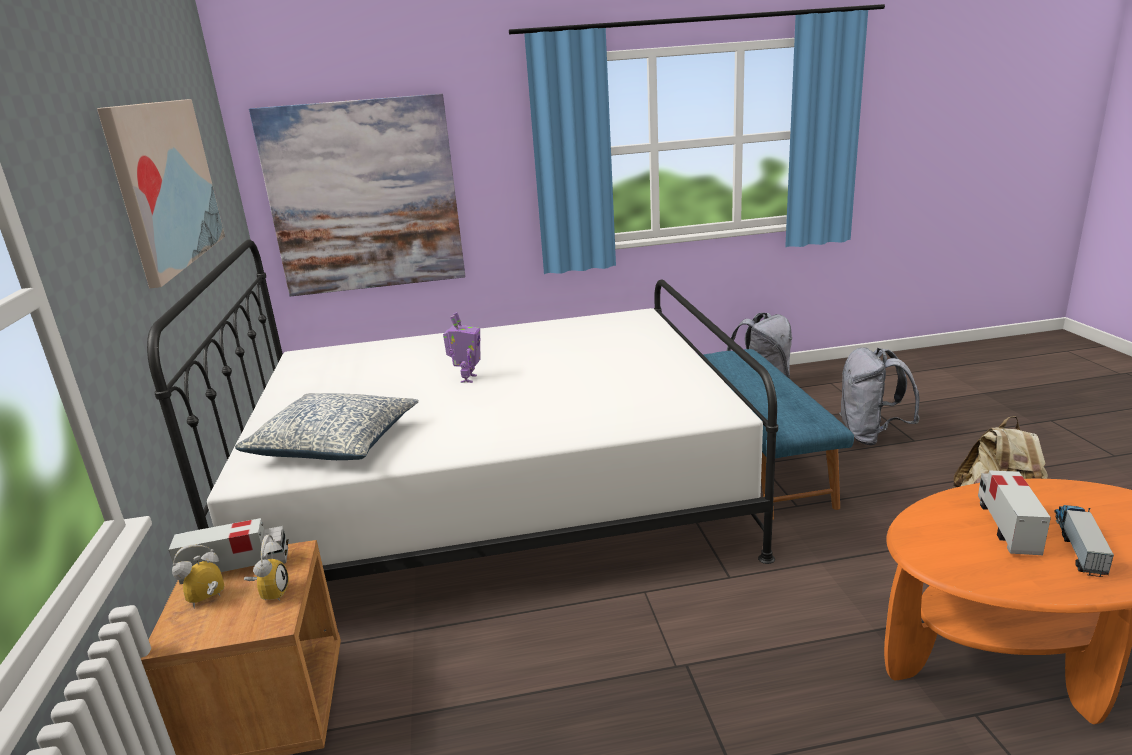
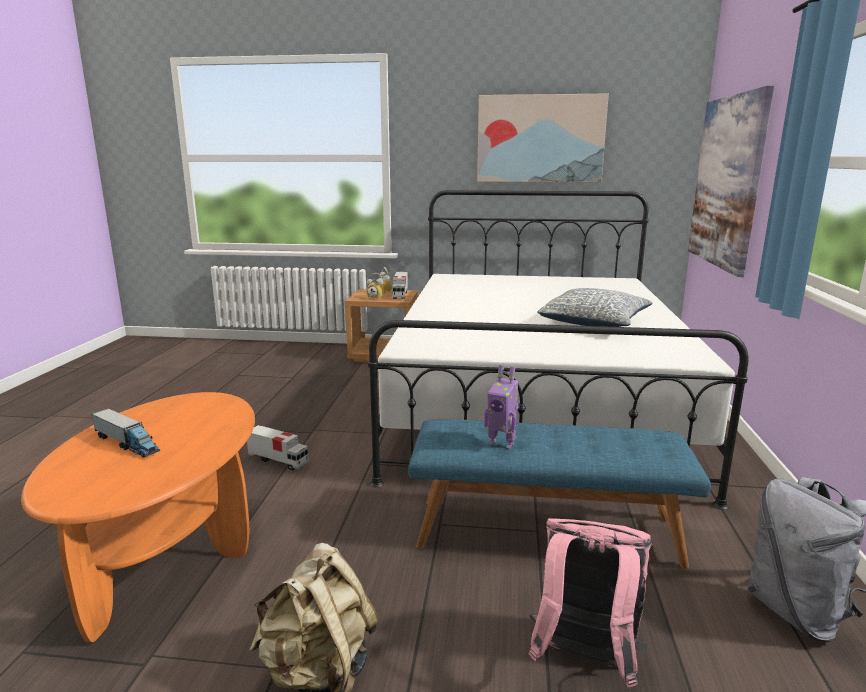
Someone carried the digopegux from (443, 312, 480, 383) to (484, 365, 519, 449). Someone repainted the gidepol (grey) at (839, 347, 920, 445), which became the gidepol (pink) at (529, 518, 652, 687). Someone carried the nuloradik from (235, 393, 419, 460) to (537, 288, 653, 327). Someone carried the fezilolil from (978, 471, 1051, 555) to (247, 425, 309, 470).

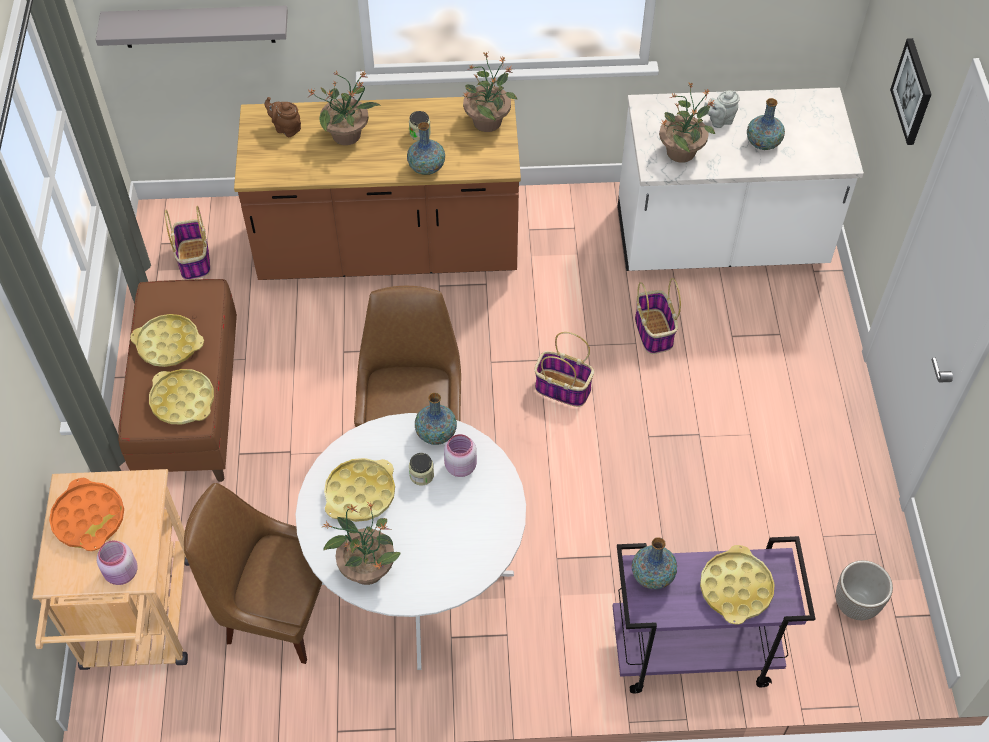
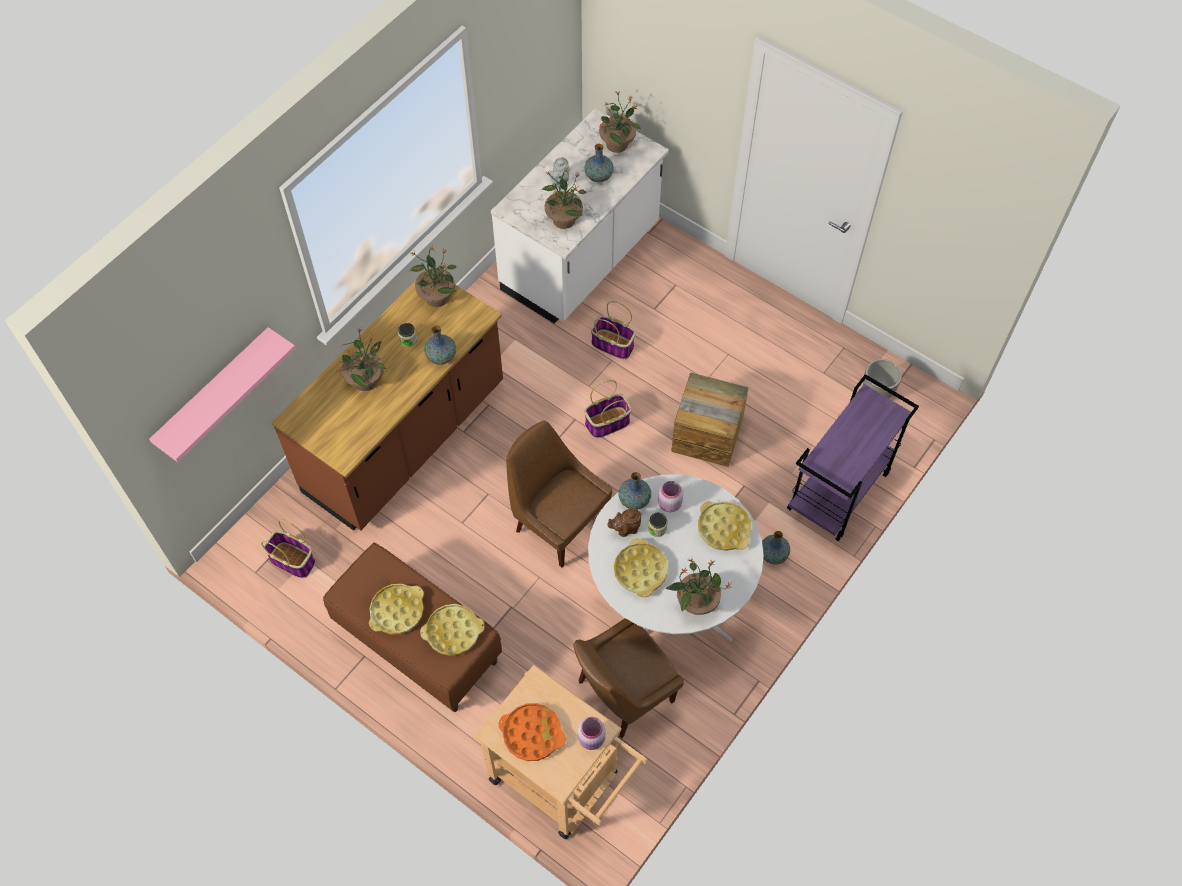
Someone repainted the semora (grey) at (96, 6, 288, 48), which became the semora (pink) at (149, 327, 296, 462). Someone took away the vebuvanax at (890, 38, 932, 145). Someone carried the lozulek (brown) from (264, 97, 301, 137) to (607, 508, 641, 537). Someone carried the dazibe from (632, 537, 677, 589) to (762, 531, 790, 565). Someone carried the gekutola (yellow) from (700, 545, 775, 625) to (698, 501, 751, 551). Someone put down the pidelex at (599, 91, 641, 153). Someone put down the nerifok at (671, 372, 749, 467).

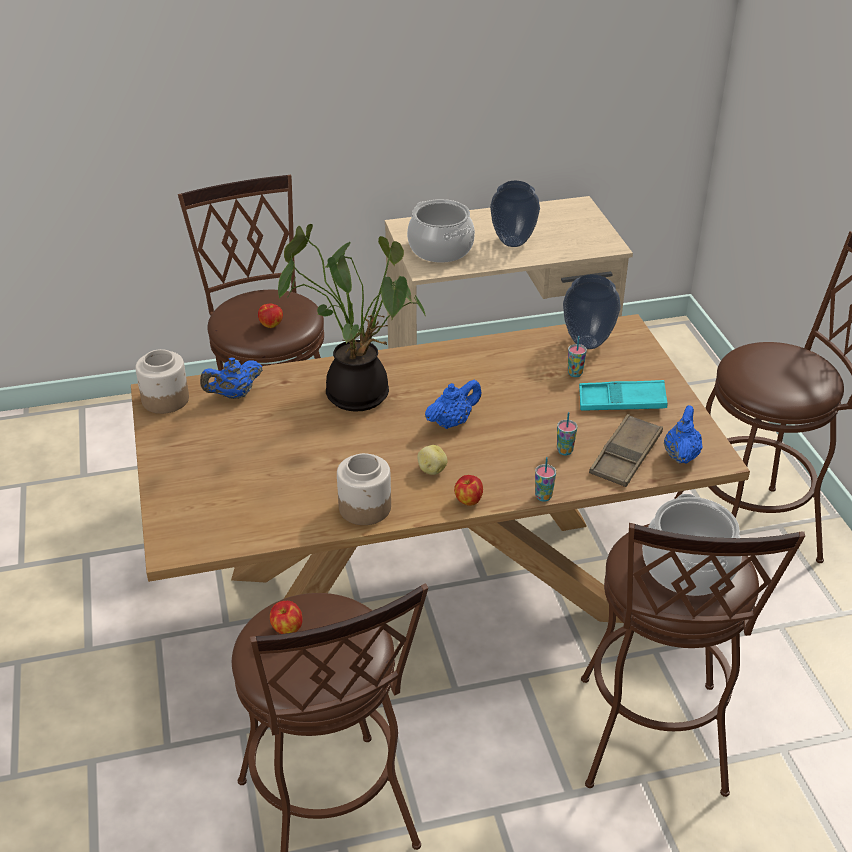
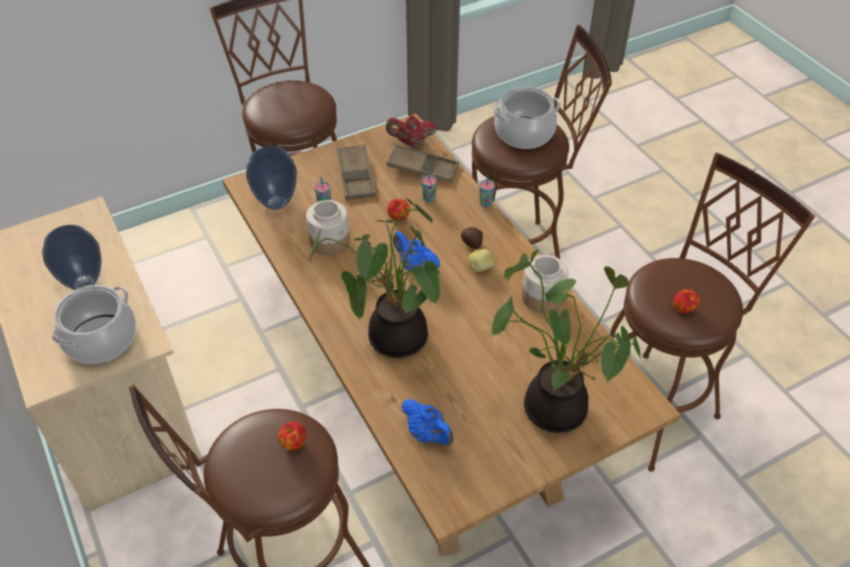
Someone carried the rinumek from (135, 349, 189, 414) to (306, 200, 350, 255). Someone repainted the gekutola (turquoise) at (579, 380, 668, 411), which became the gekutola (brown) at (337, 144, 376, 200). Someone repainted the lozulek (blue) at (664, 405, 702, 464), which became the lozulek (red) at (386, 115, 437, 147). Someone carried the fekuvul from (454, 475, 483, 506) to (387, 199, 410, 220). Someone put down the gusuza at (461, 227, 483, 249). Someone put down the pidelex at (492, 250, 641, 433).

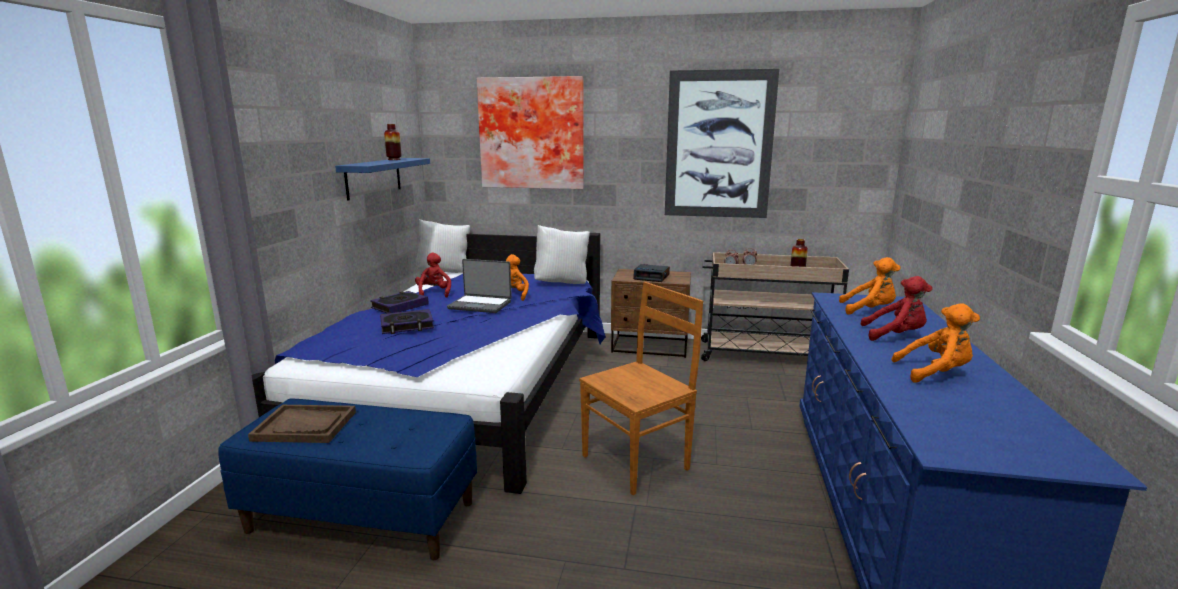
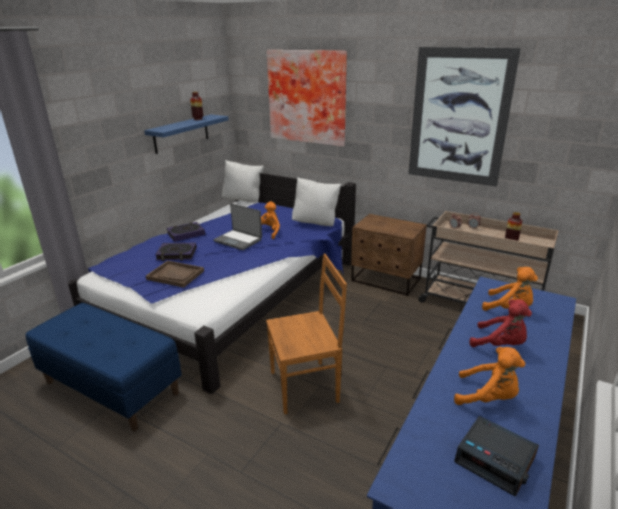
Someone took away the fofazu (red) at (415, 253, 451, 297). Someone carried the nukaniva from (633, 264, 670, 282) to (454, 416, 539, 497). Someone carried the gekutola (brown) from (248, 405, 356, 443) to (146, 261, 204, 288).

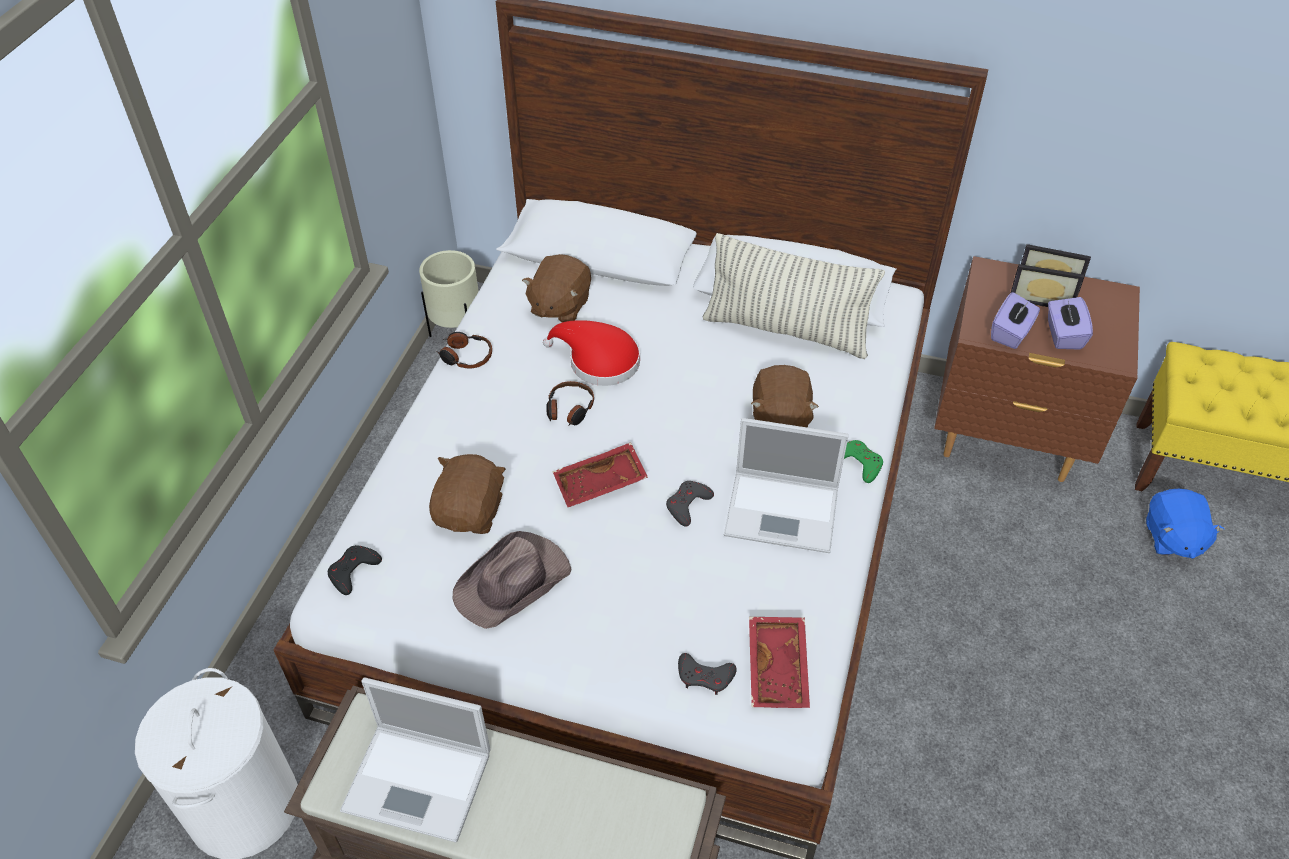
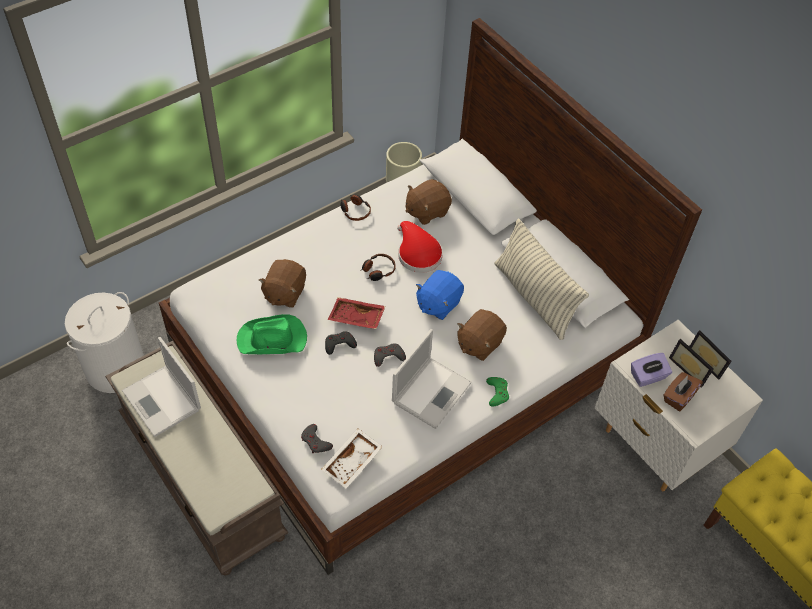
Someone repainted the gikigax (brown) at (934, 256, 1140, 482), which became the gikigax (white) at (595, 320, 763, 491). Someone repainted the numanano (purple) at (1048, 297, 1093, 350), which became the numanano (brown) at (663, 372, 703, 411). Someone rotated the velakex at (724, 418, 849, 553) by 105 degrees counterclockwise. Someone rotated the fofazu (brown) at (429, 454, 506, 534) by 150 degrees clockwise. Someone carried the fofazu (blue) from (1146, 489, 1224, 559) to (416, 270, 464, 320). Someone repainted the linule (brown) at (453, 531, 572, 629), which became the linule (green) at (237, 314, 307, 355). Someone carried the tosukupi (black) from (328, 545, 382, 595) to (325, 331, 357, 355). Someone repainted the gekutola (red) at (749, 617, 810, 708), which became the gekutola (white) at (321, 428, 383, 488).

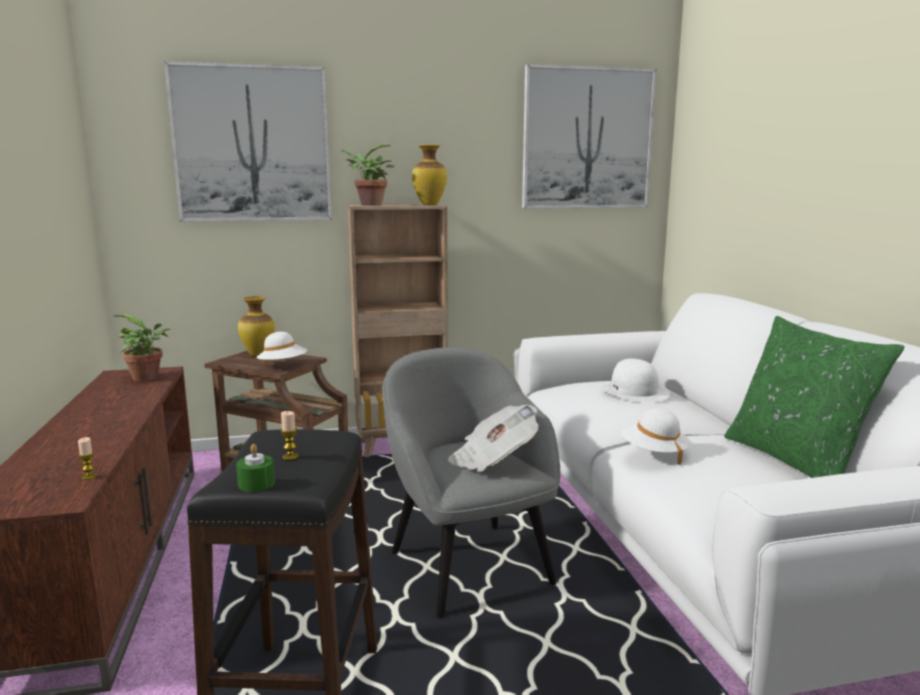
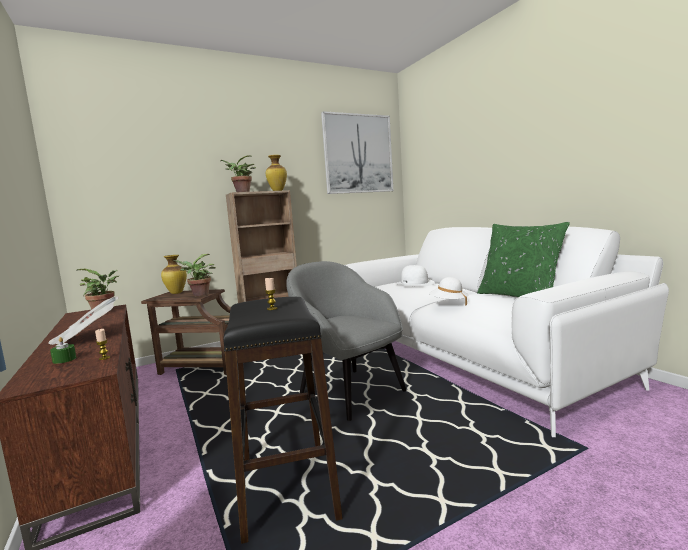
Someone took away the vebuvanax at (164, 61, 332, 222). Someone swapped the linule (white) at (257, 332, 308, 364) for the pidelex at (173, 254, 216, 296). Someone carried the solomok from (448, 405, 539, 472) to (48, 296, 119, 345). Someone carried the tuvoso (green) from (236, 444, 275, 492) to (50, 337, 76, 364).

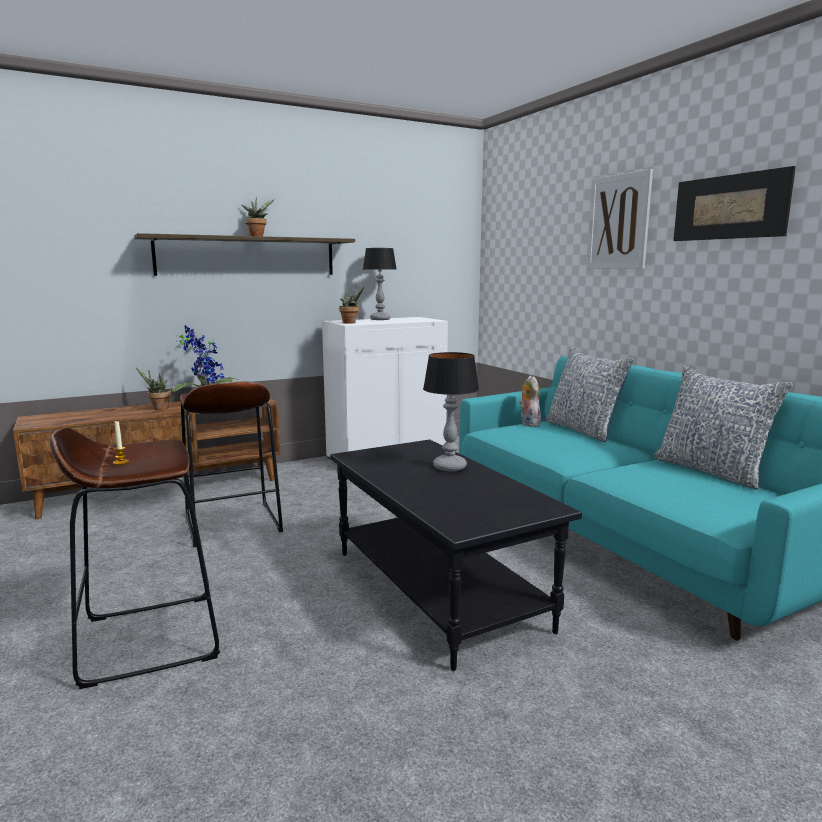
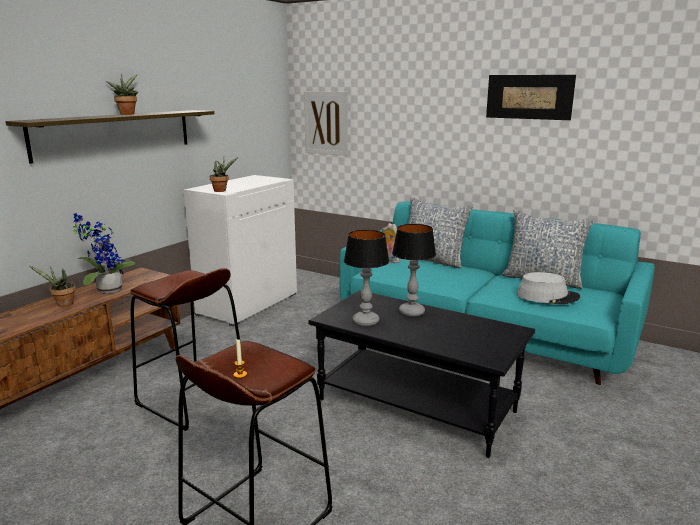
Someone carried the vebuvanax from (586, 169, 653, 269) to (304, 91, 348, 156). Someone carried the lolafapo from (363, 248, 397, 320) to (344, 230, 389, 326). Someone put down the linule (grey) at (517, 272, 580, 304).

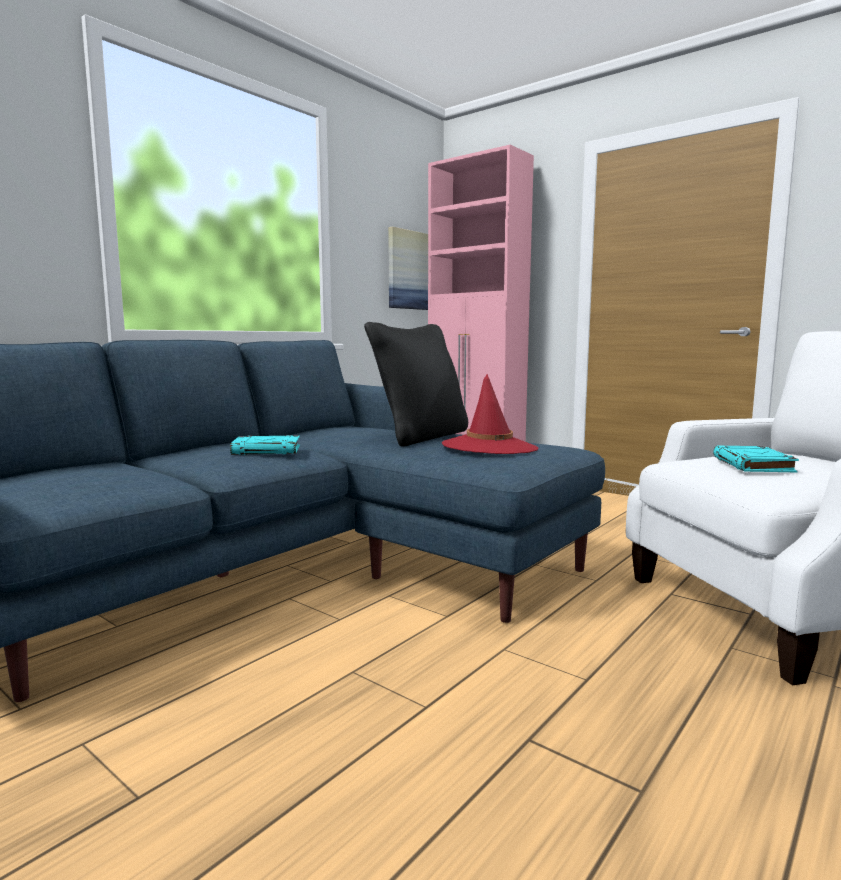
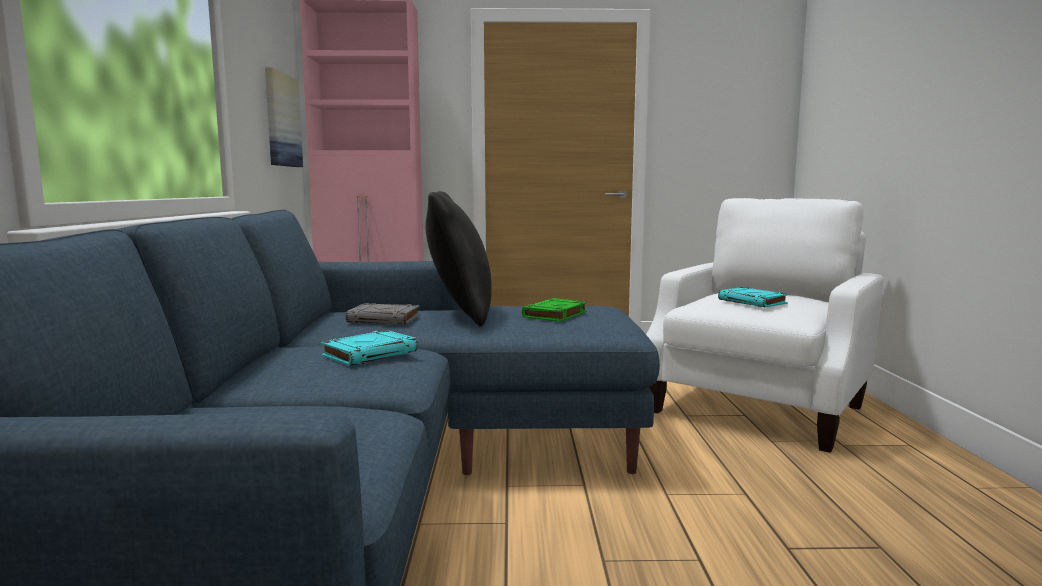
Someone swapped the linule (red) at (442, 374, 538, 454) for the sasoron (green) at (522, 298, 587, 322). Someone put down the sasoron (grey) at (346, 303, 420, 324).

